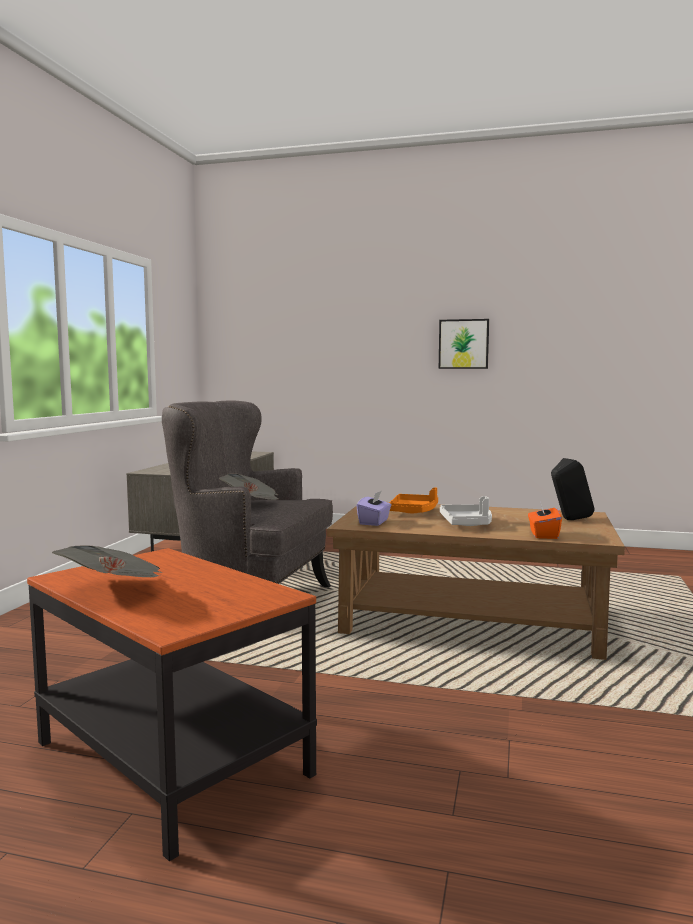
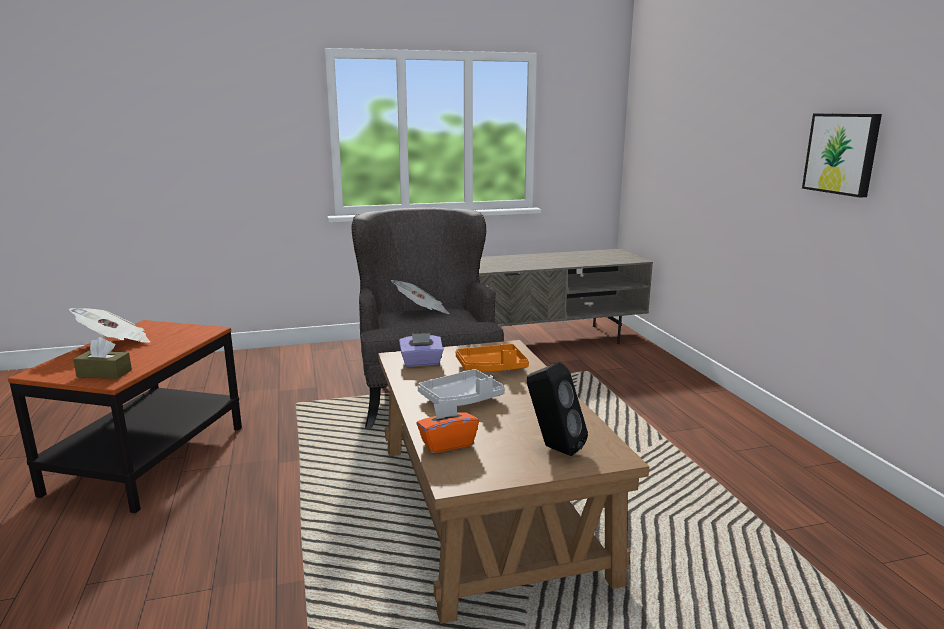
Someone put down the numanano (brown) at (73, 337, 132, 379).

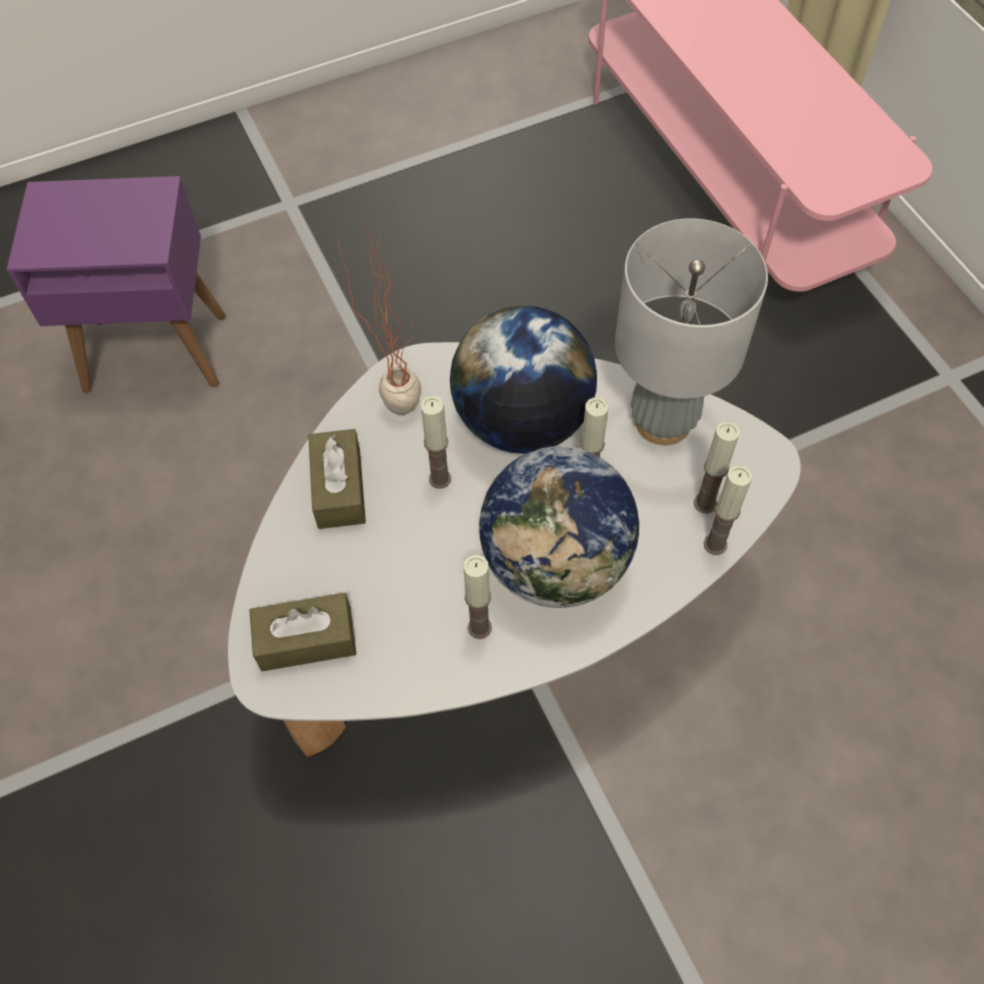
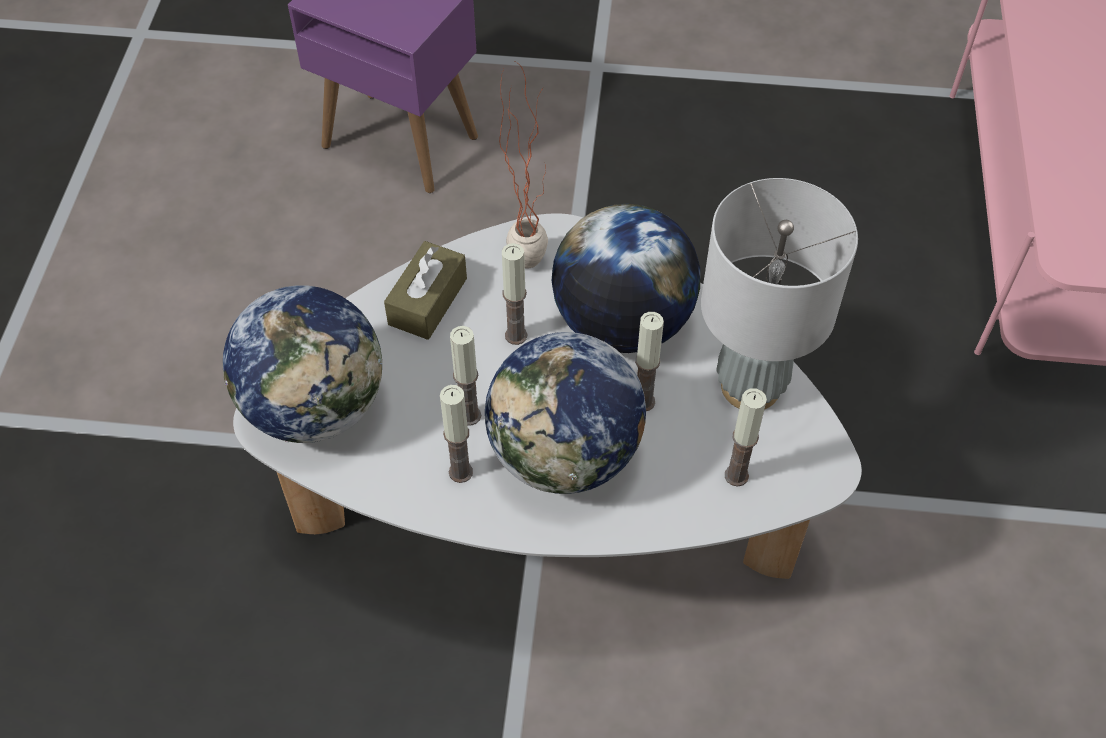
Someone carried the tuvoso from (704, 465, 752, 555) to (450, 326, 481, 426). Someone swapped the numanano (brown) at (249, 593, 356, 671) for the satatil at (223, 285, 382, 443).

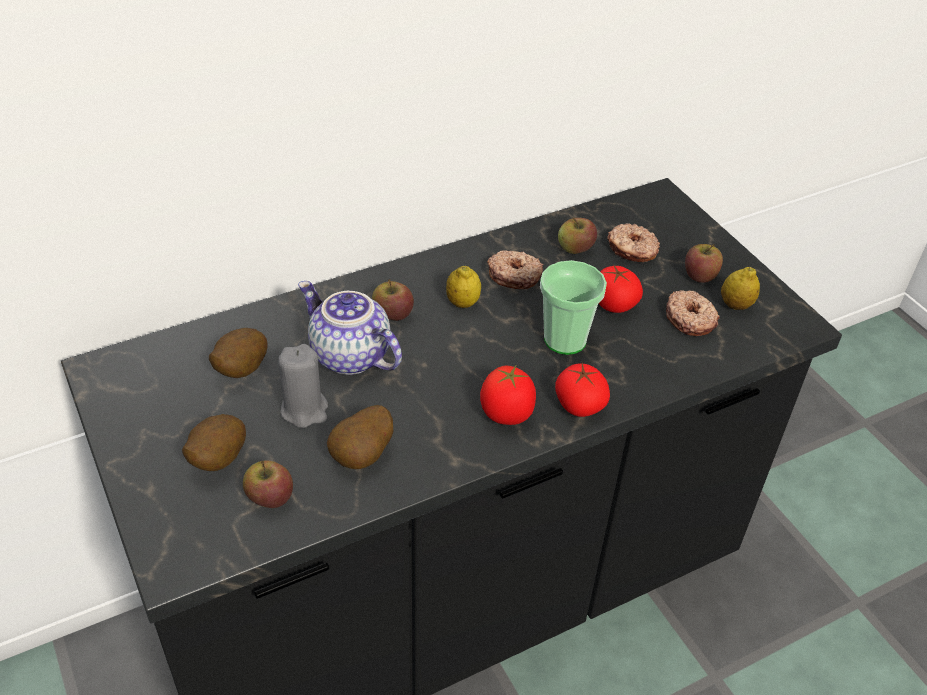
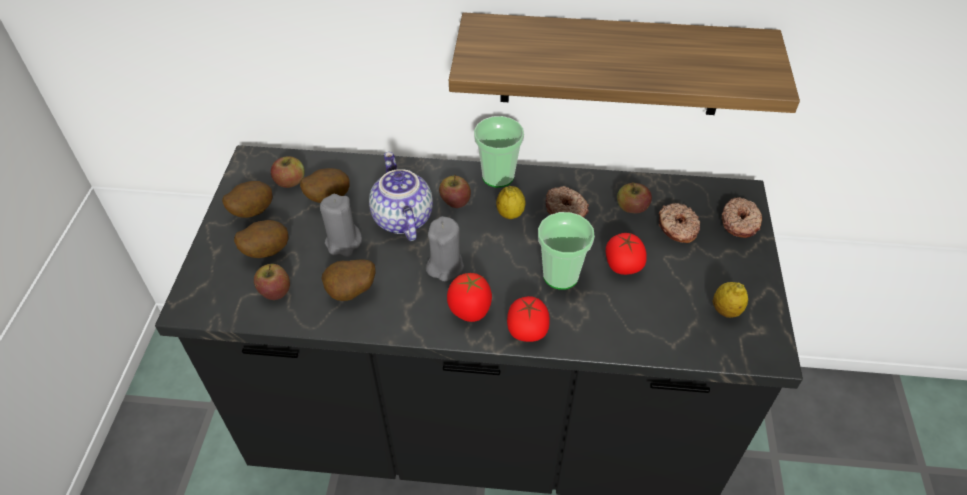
Someone carried the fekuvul from (685, 244, 723, 283) to (271, 156, 305, 188). Someone carried the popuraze from (666, 290, 720, 336) to (722, 197, 762, 238). Someone put up the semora at (449, 13, 800, 115). Someone put down the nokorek at (474, 116, 524, 188). Someone put down the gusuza at (222, 181, 273, 218). Someone put down the tuvoso (grey) at (426, 216, 464, 281).

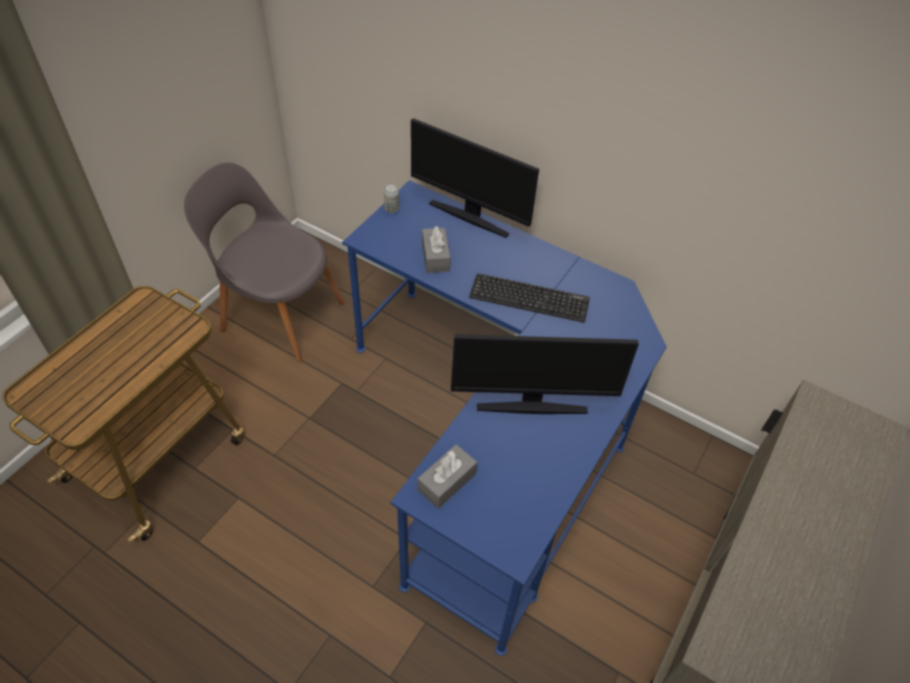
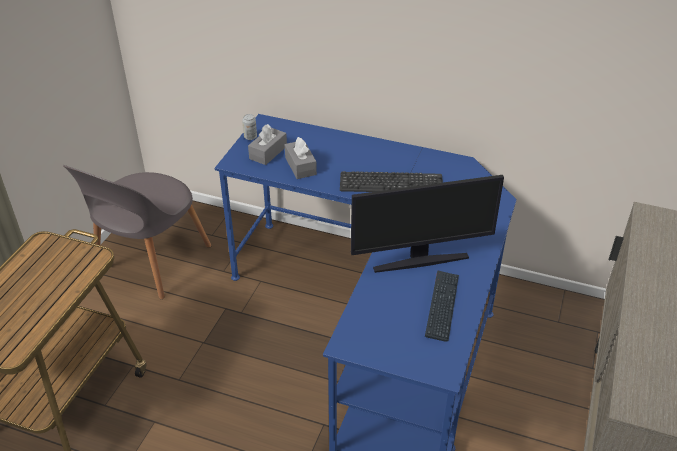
Someone took away the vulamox at (411, 118, 539, 238). Someone rotated the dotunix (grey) at (184, 163, 345, 362) by 75 degrees counterclockwise. Someone carried the numanano (grey) from (418, 444, 477, 509) to (248, 124, 287, 165). Someone put down the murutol at (425, 270, 459, 342).

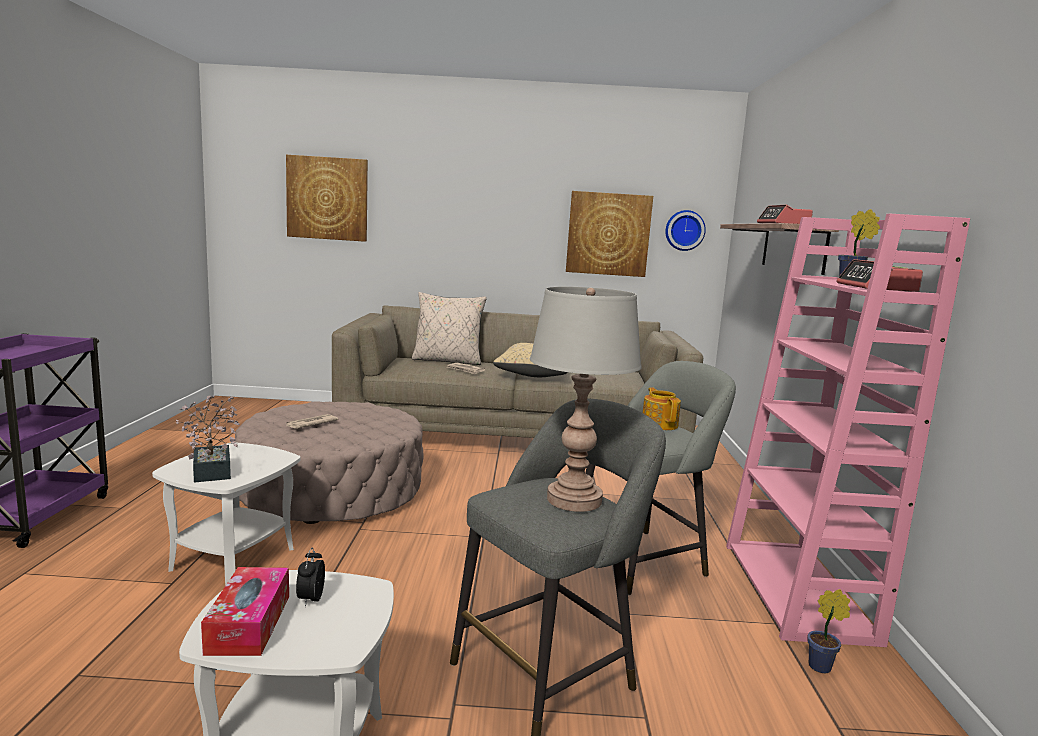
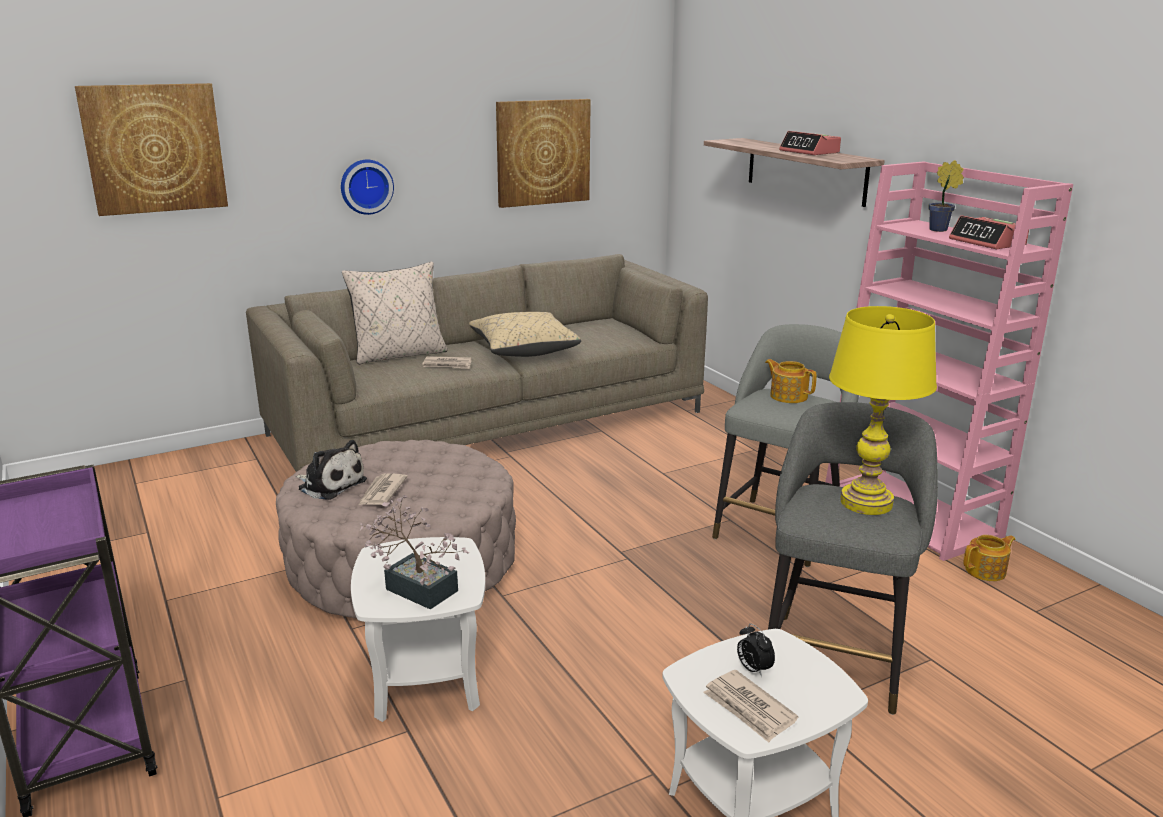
Someone carried the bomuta from (665, 210, 706, 251) to (341, 160, 394, 215). Someone repainted the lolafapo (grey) at (530, 287, 642, 512), which became the lolafapo (yellow) at (829, 306, 937, 515). Someone swapped the numanano at (201, 567, 289, 656) for the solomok at (703, 670, 798, 743). Someone swapped the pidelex at (807, 589, 850, 673) for the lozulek at (963, 535, 1016, 581). Someone put down the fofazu at (295, 440, 367, 500).

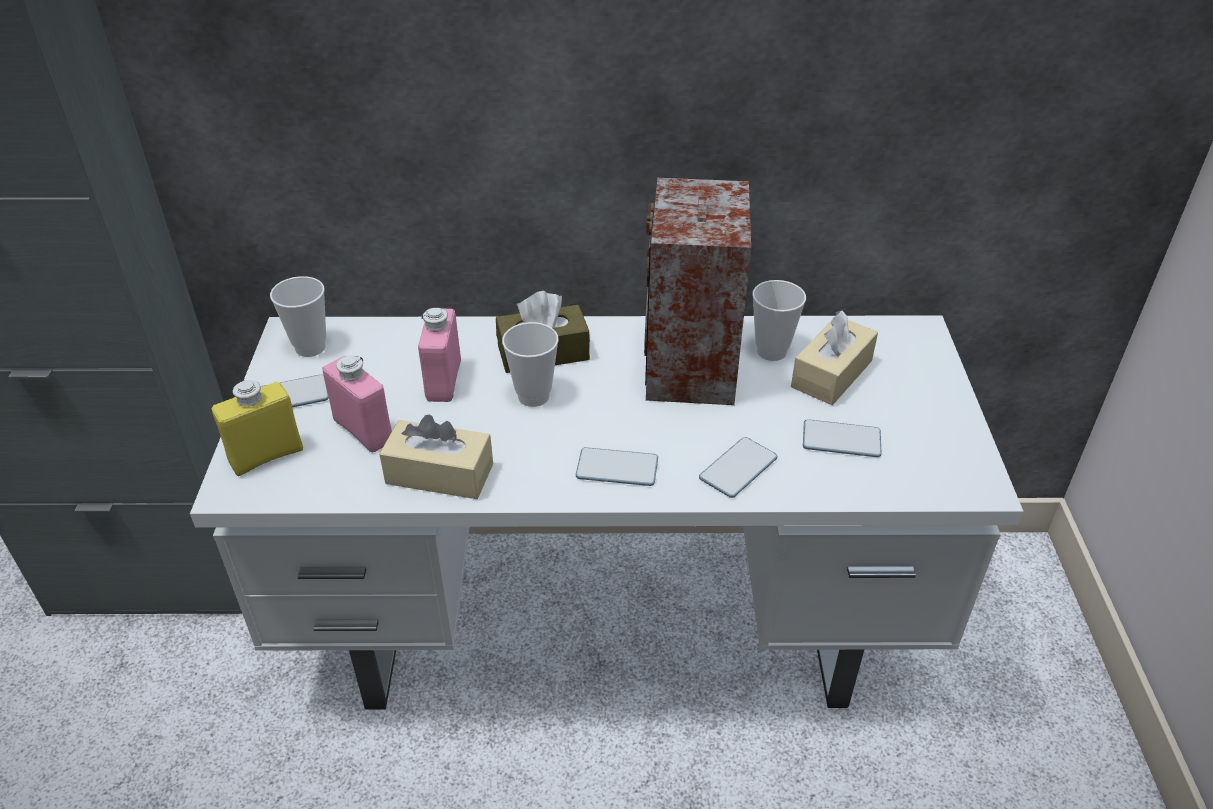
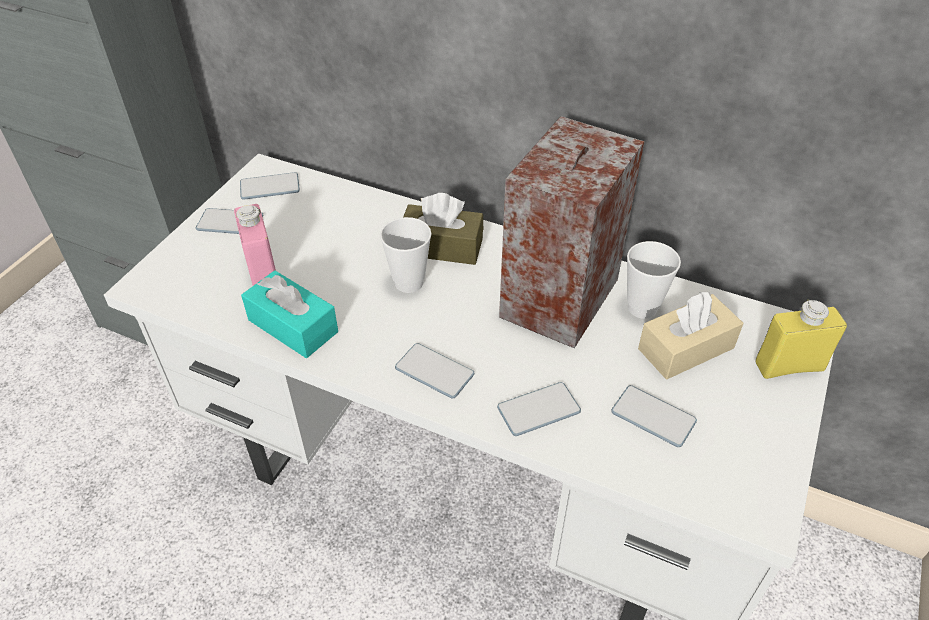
Someone swapped the nokorek at (270, 276, 326, 357) for the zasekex at (240, 172, 300, 200). Someone took away the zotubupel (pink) at (418, 308, 461, 402). Someone carried the zotubupel (yellow) from (212, 380, 303, 476) to (755, 299, 847, 379). Someone repainted the numanano (beige) at (379, 415, 493, 499), which became the numanano (turquoise) at (241, 270, 338, 358).

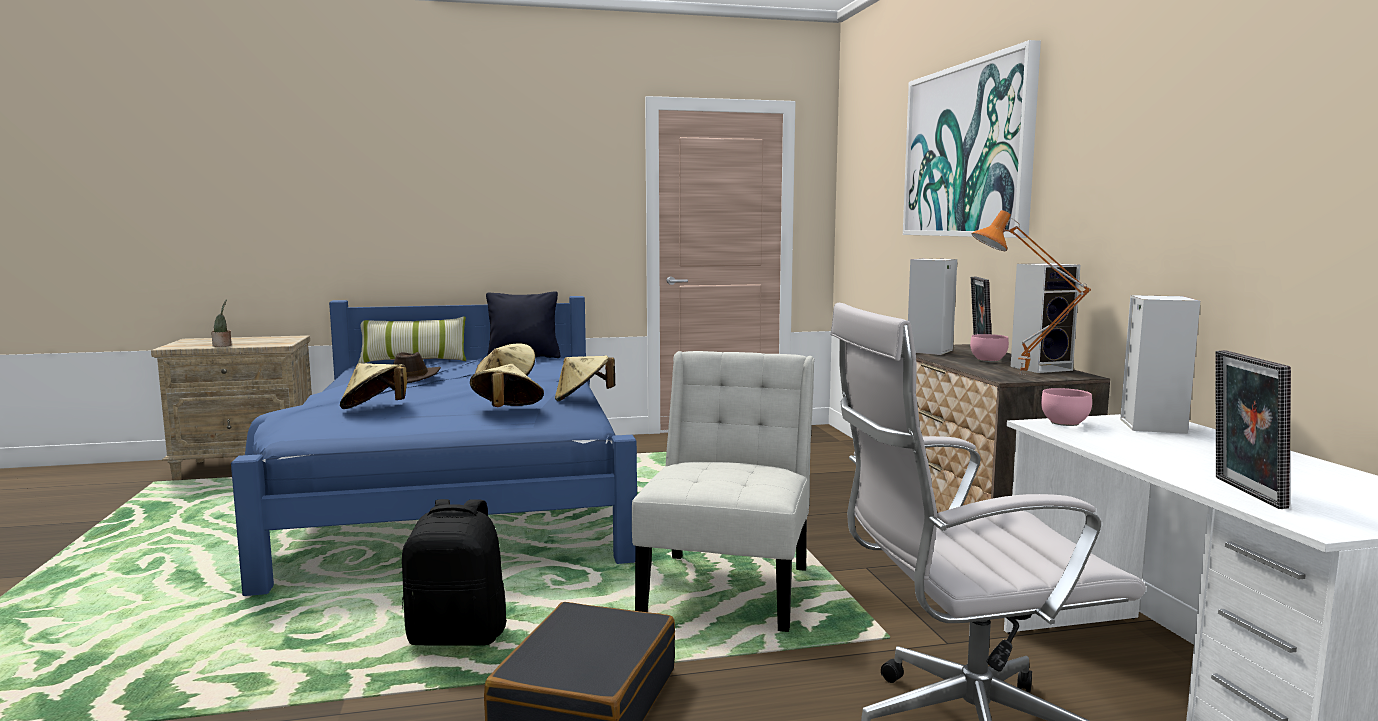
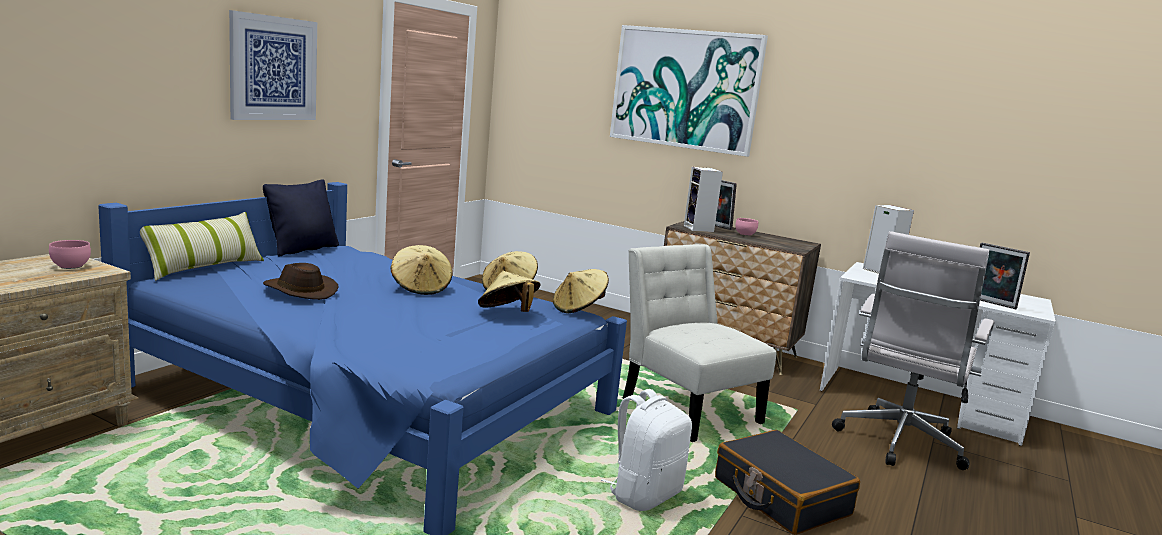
Someone took away the lolafapo (orange) at (972, 210, 1091, 375). Someone took away the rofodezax at (1011, 263, 1080, 373). Someone took away the pidelex at (211, 299, 231, 347). Someone carried the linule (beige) from (340, 363, 407, 409) to (553, 269, 609, 313). Someone carried the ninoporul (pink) from (1041, 388, 1092, 426) to (49, 240, 91, 269). Someone repainted the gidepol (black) at (402, 499, 507, 646), which became the gidepol (white) at (601, 389, 692, 511). Someone put up the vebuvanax at (229, 10, 317, 120).

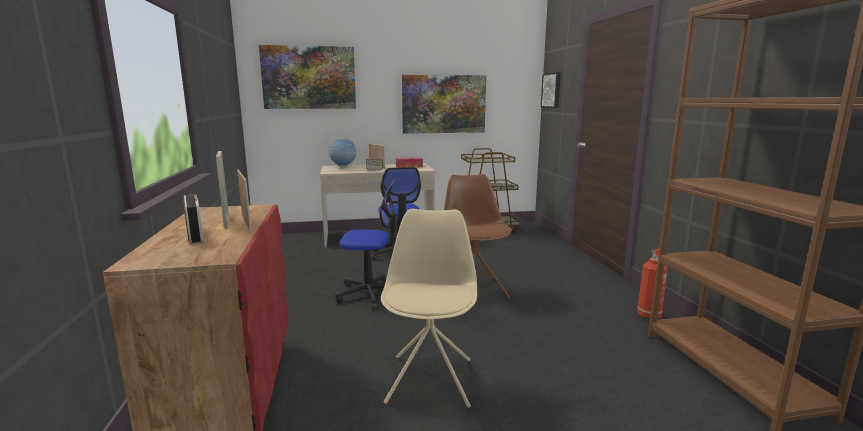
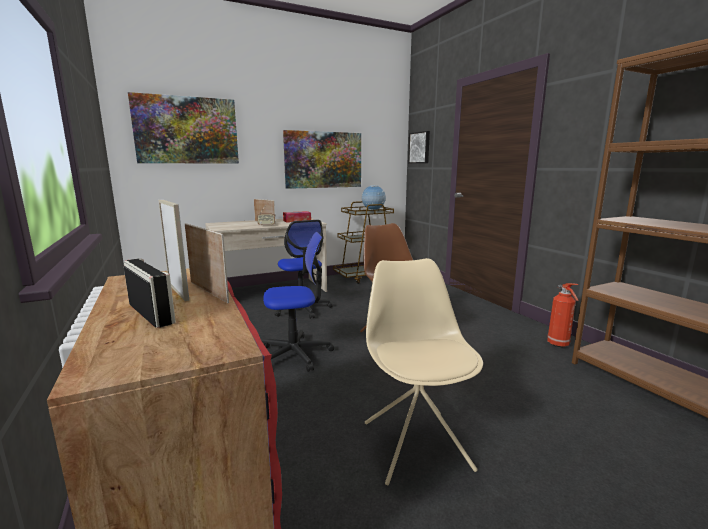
Someone carried the satatil from (328, 138, 356, 167) to (362, 185, 386, 210).

